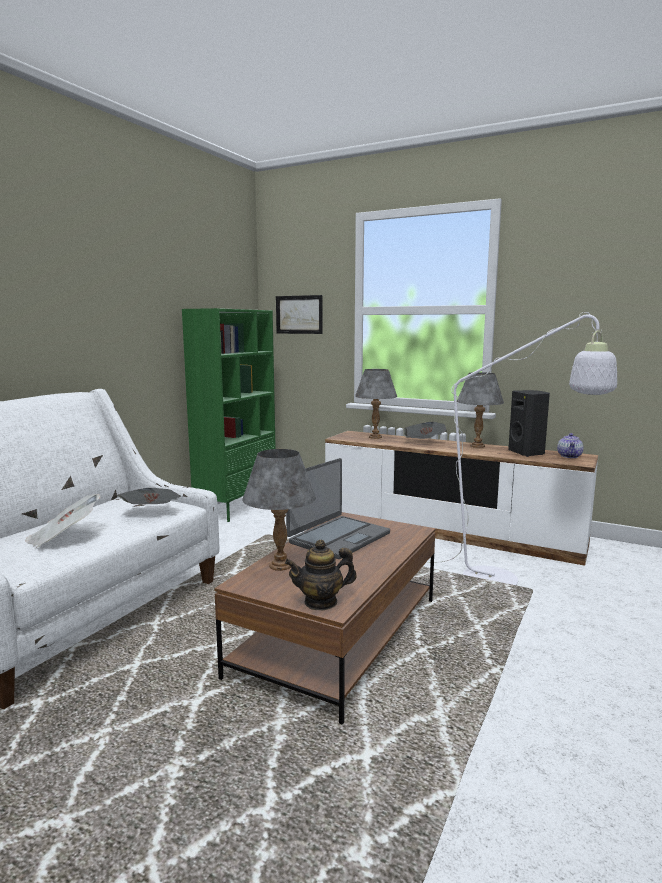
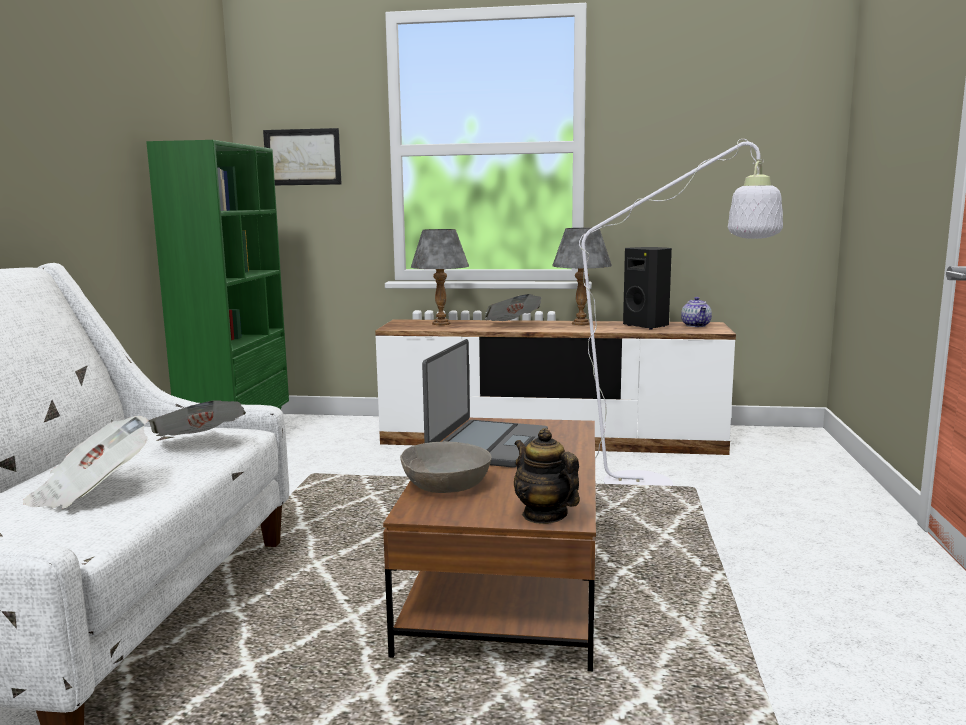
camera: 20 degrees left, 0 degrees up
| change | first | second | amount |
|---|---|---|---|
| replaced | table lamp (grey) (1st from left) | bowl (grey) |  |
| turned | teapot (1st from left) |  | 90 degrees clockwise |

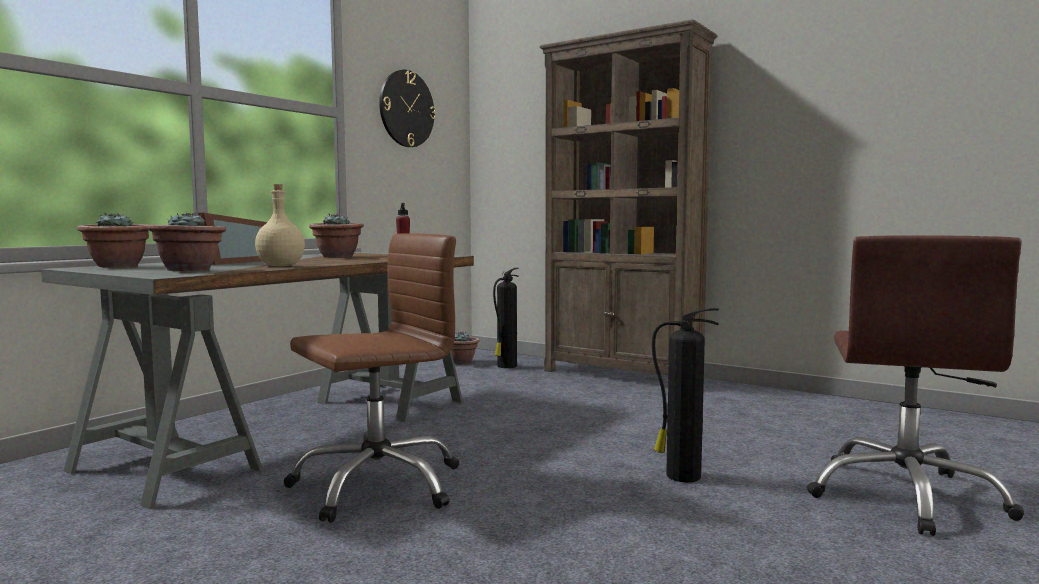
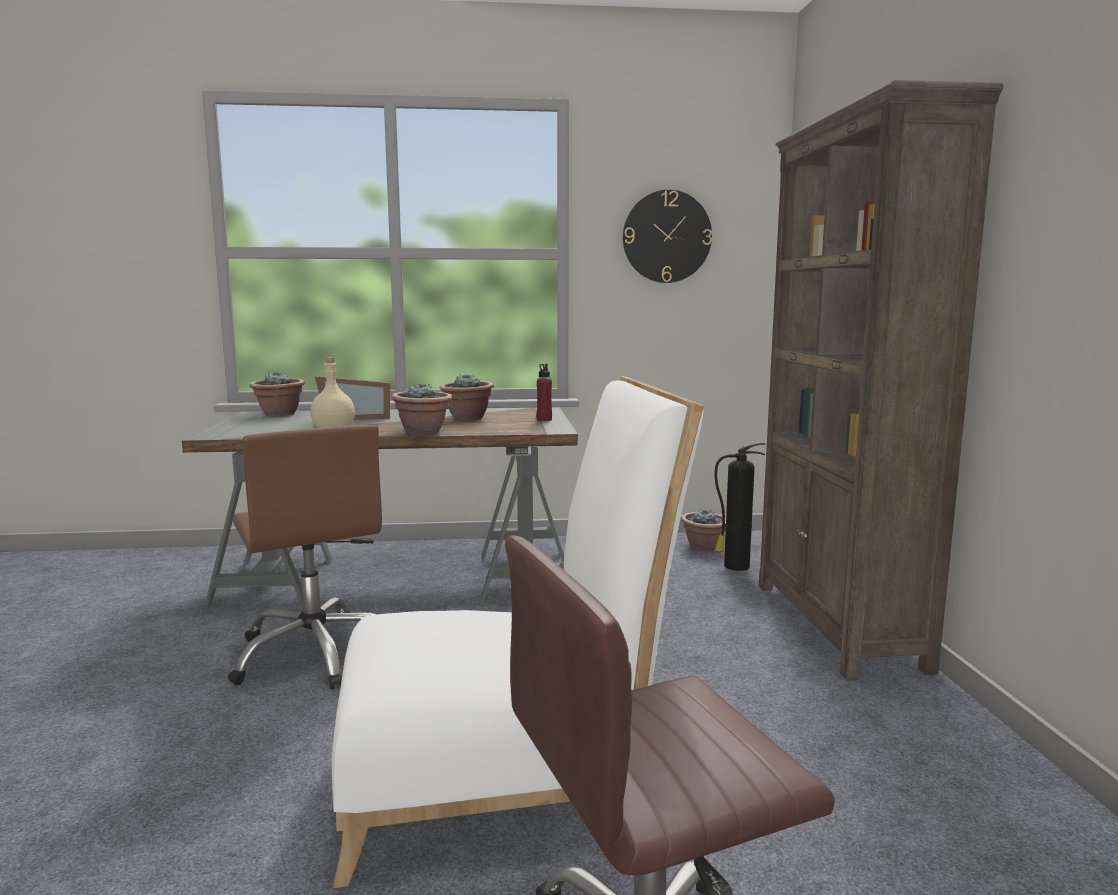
camera: 50 degrees right, 5 degrees up
| change | first | second | amount |
|---|---|---|---|
| moved | potted plant (2nd from left) |  |  |
| turned | office chair (brown) (1st from left) |  | 45 degrees clockwise |
| replaced | fire extinguisher (2nd from left) | chair (white) |  |

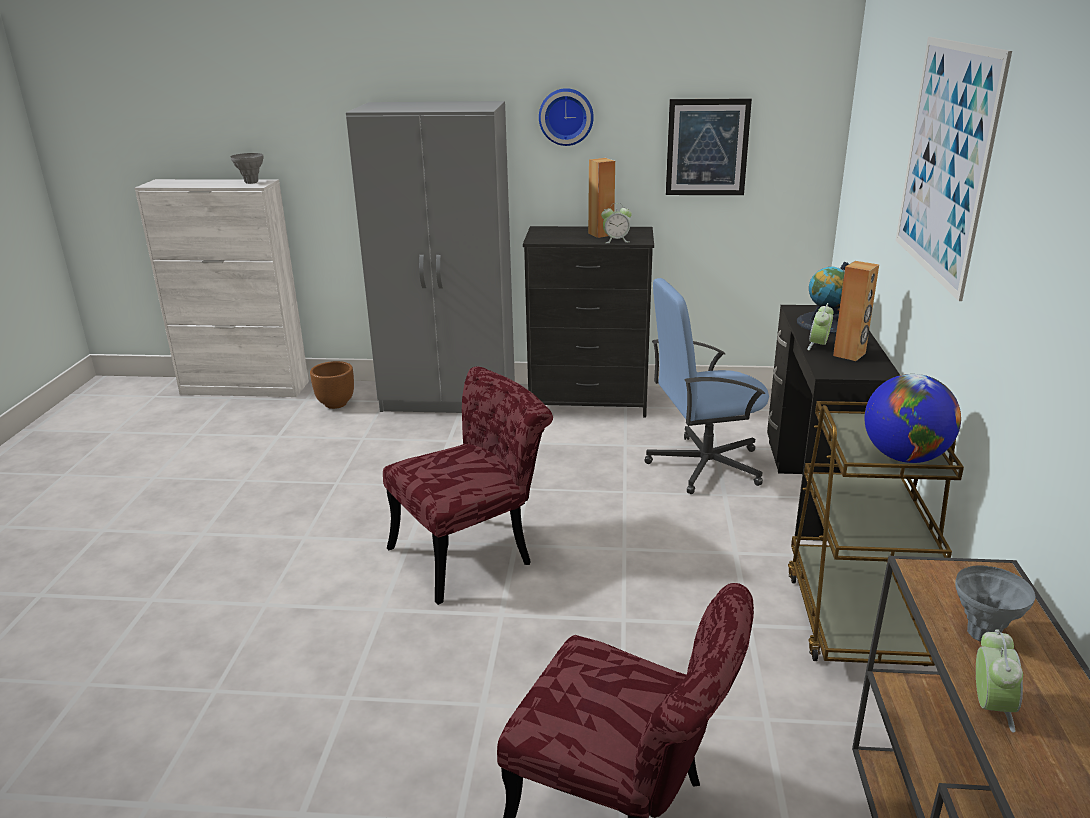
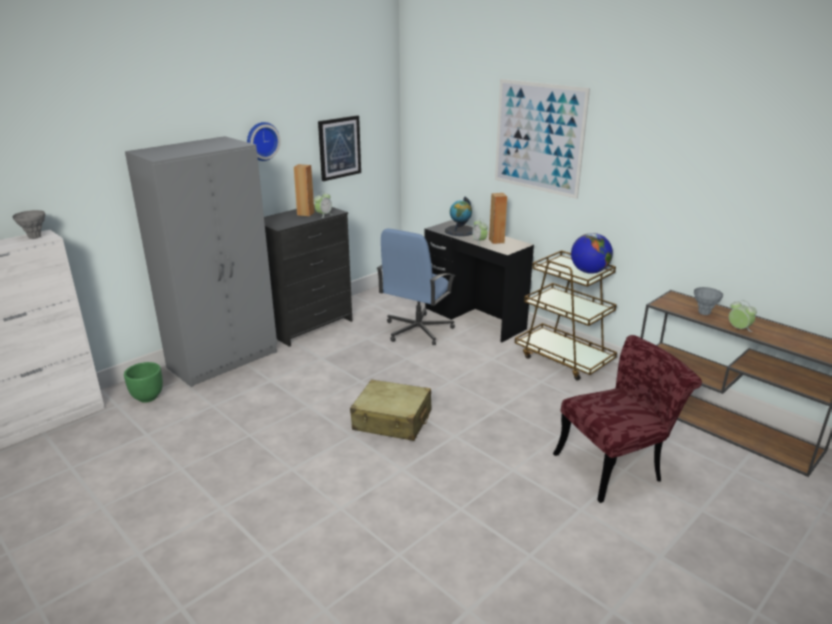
camera: 50 degrees left, 0 degrees up
| change | first | second | amount |
|---|---|---|---|
| recoloured | planter (brown) | planter (green) |  |
| replaced | chair (red) (1st from left) | suitcase (beige) |  |

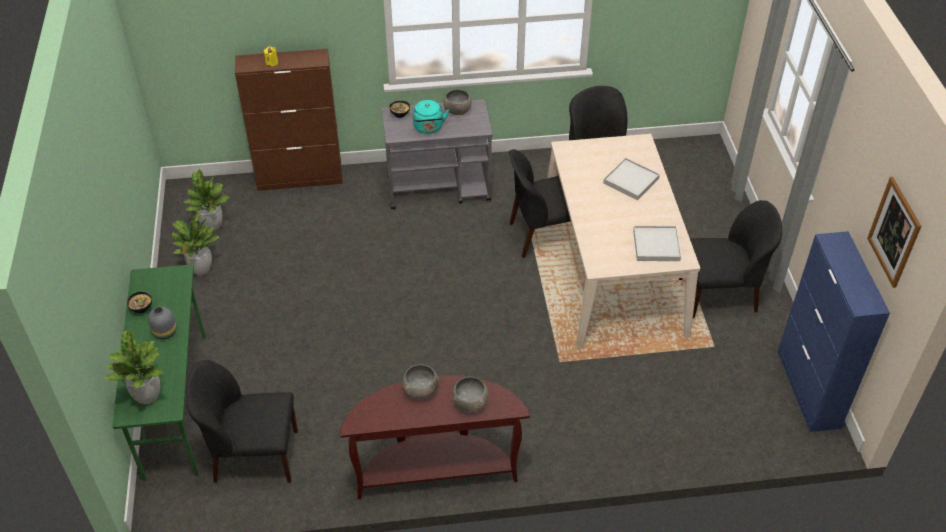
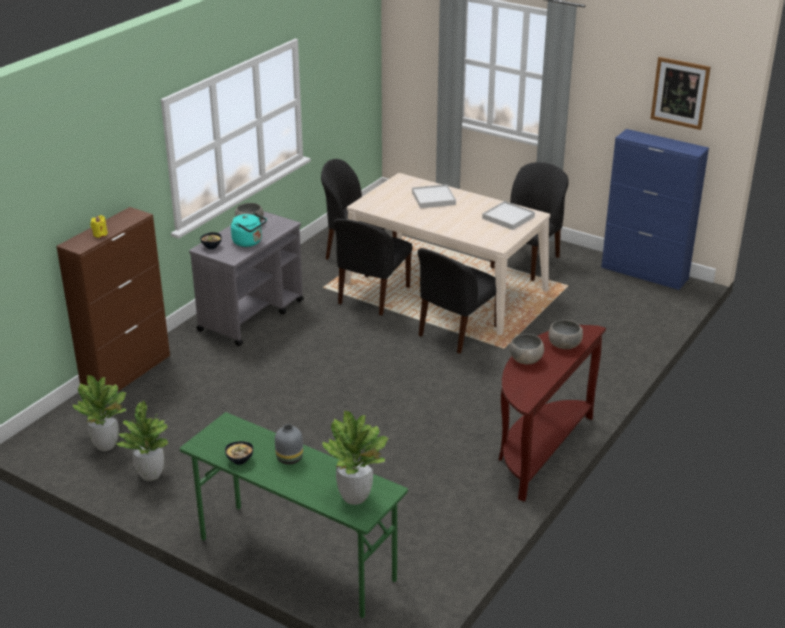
camera: 50 degrees left, 15 degrees down
| change | first | second | amount |
|---|---|---|---|
| moved | chair (black) (1st from left in the first image) | chair (black) (3rd from left) |  |

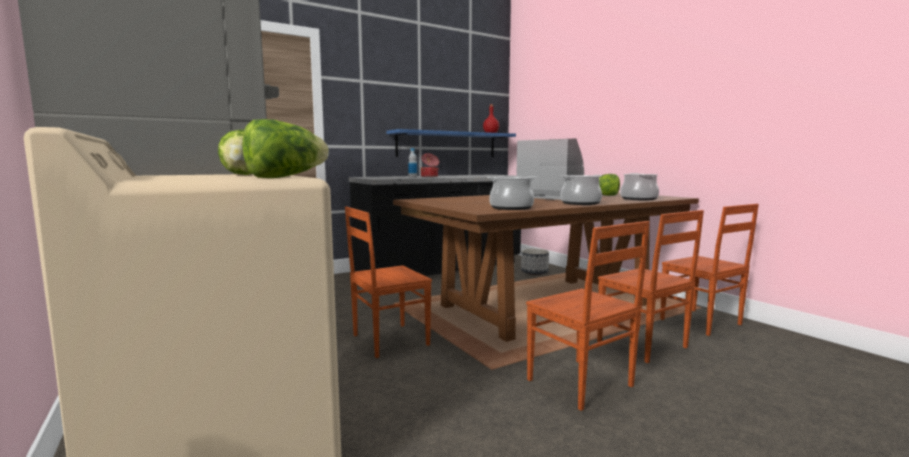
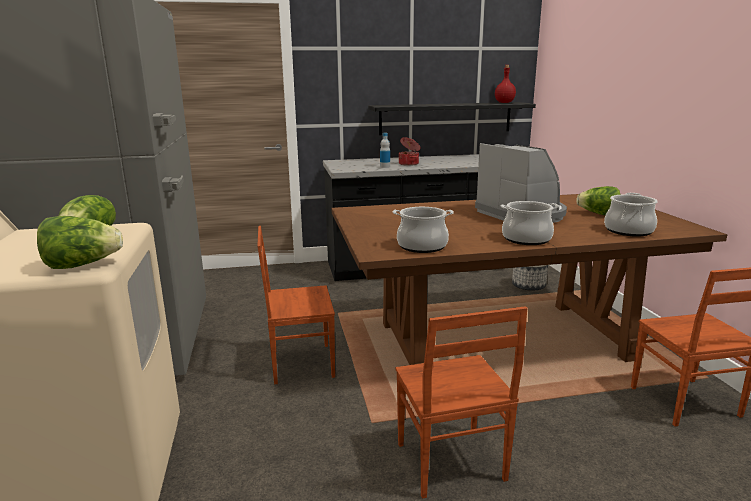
camera: 20 degrees right, 10 degrees up
| change | first | second | amount |
|---|---|---|---|
| recoloured | shelf (blue) | shelf (black) |  |
| removed | chair (brown) (3rd from left) |  |  |

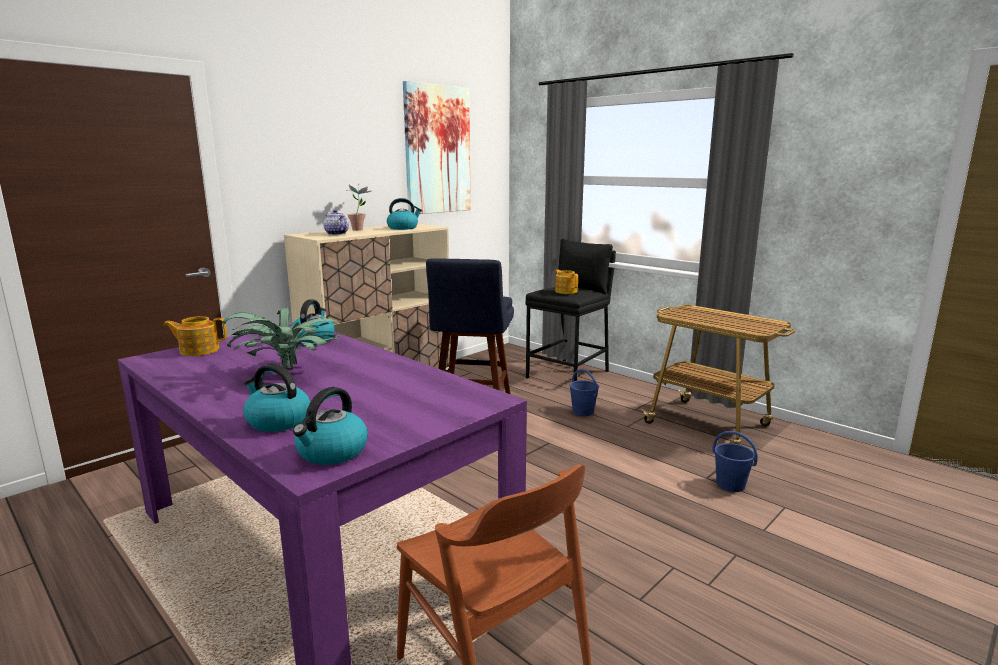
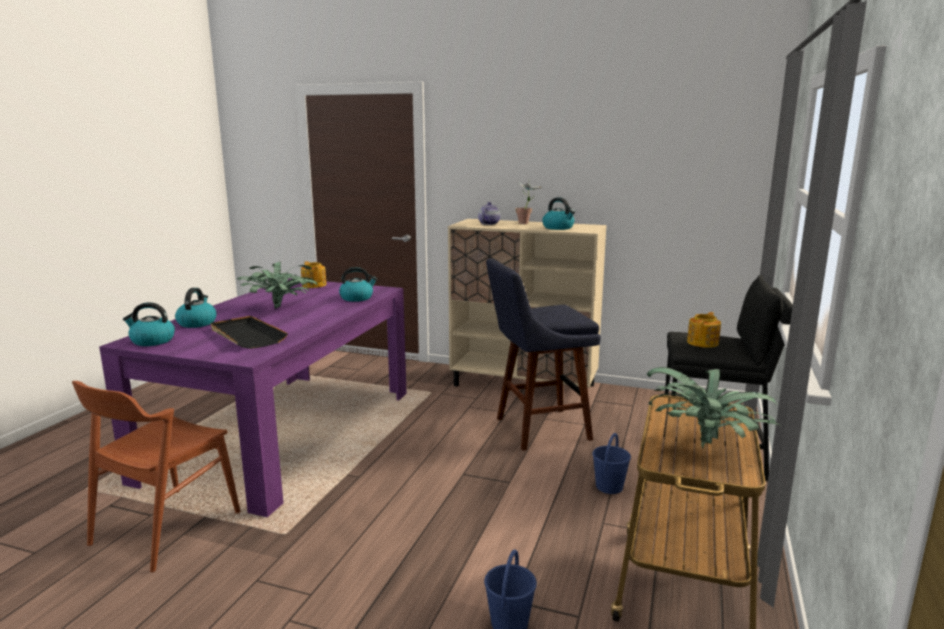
camera: 65 degrees right, 0 degrees up
| change | first | second | amount |
|---|---|---|---|
| removed | picture |  |  |
| added |  | tray (black) |  |
| added |  | potted plant (3rd from left) |  |

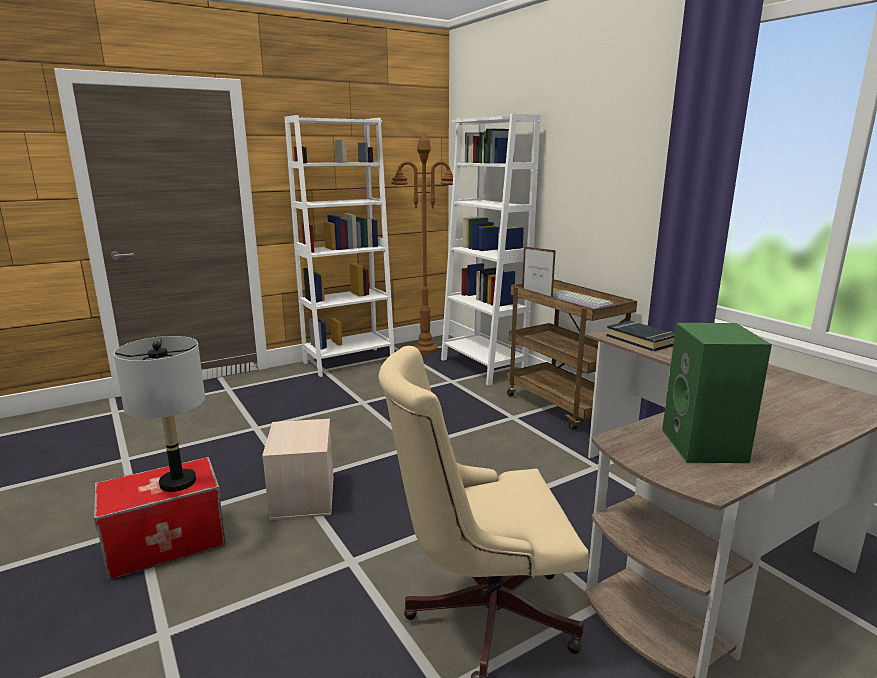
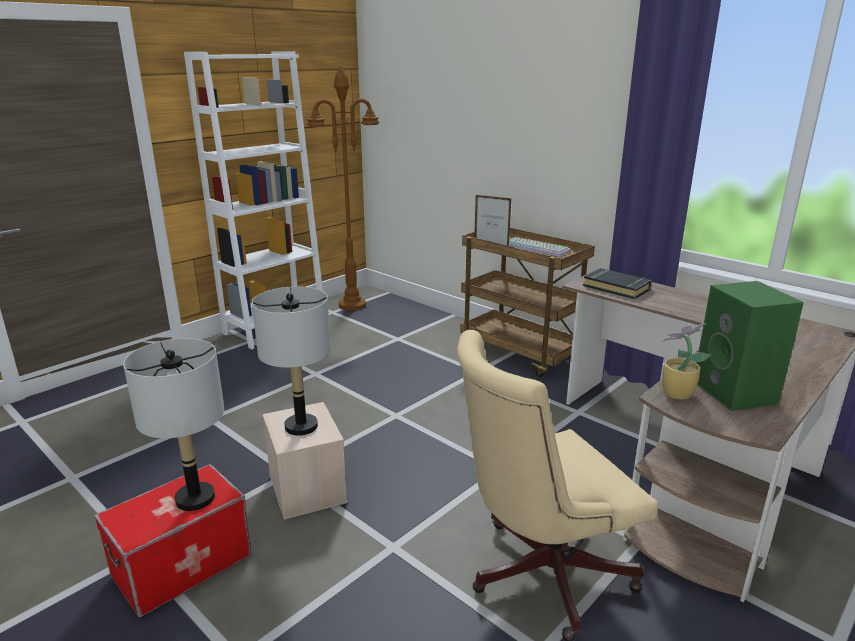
camera: 15 degrees left, 5 degrees up
| change | first | second | amount |
|---|---|---|---|
| removed | bookcase (white) (2nd from left) |  |  |
| added |  | table lamp (grey) (2nd from left) |  |
| added |  | potted plant |  |

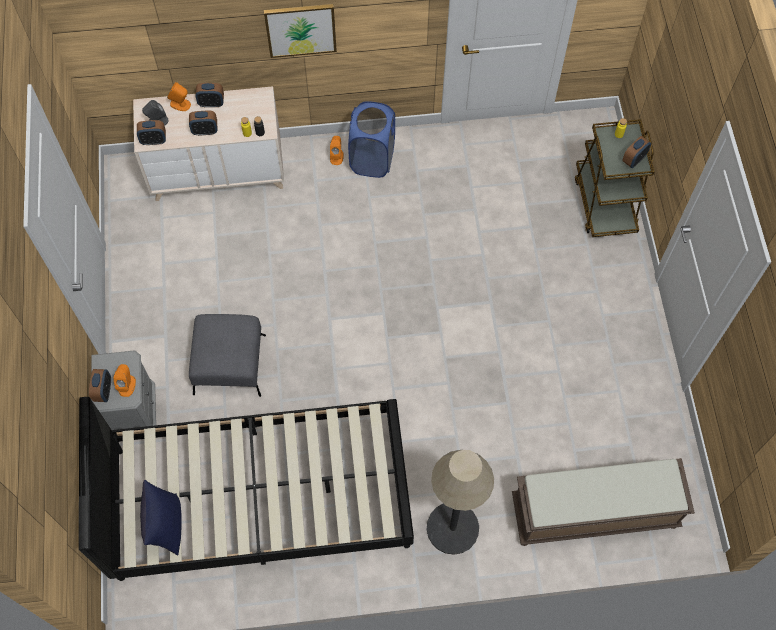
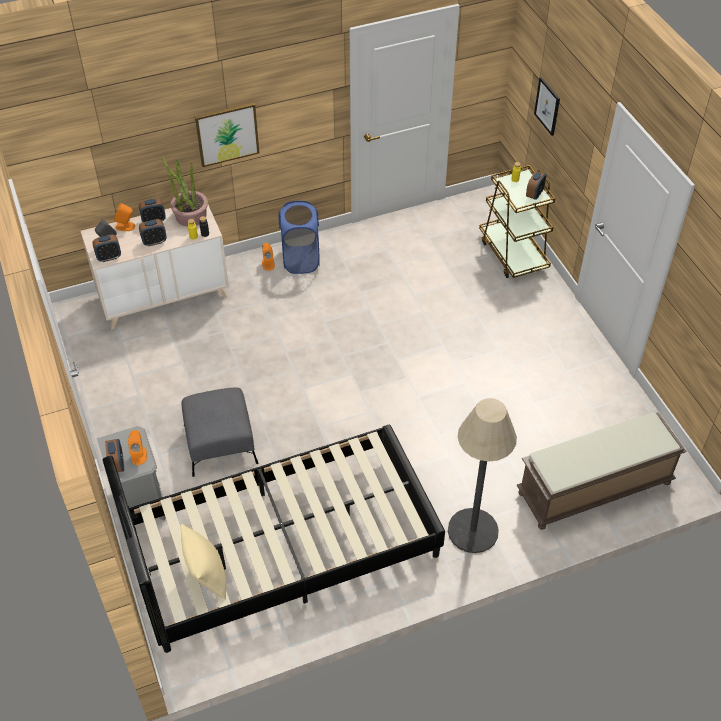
camera: 15 degrees left, 15 degrees down
| change | first | second | amount |
|---|---|---|---|
| recoloured | pillow (blue) | pillow (beige) |  |
| added |  | picture (2nd from left) |  |
| added |  | potted plant |  |

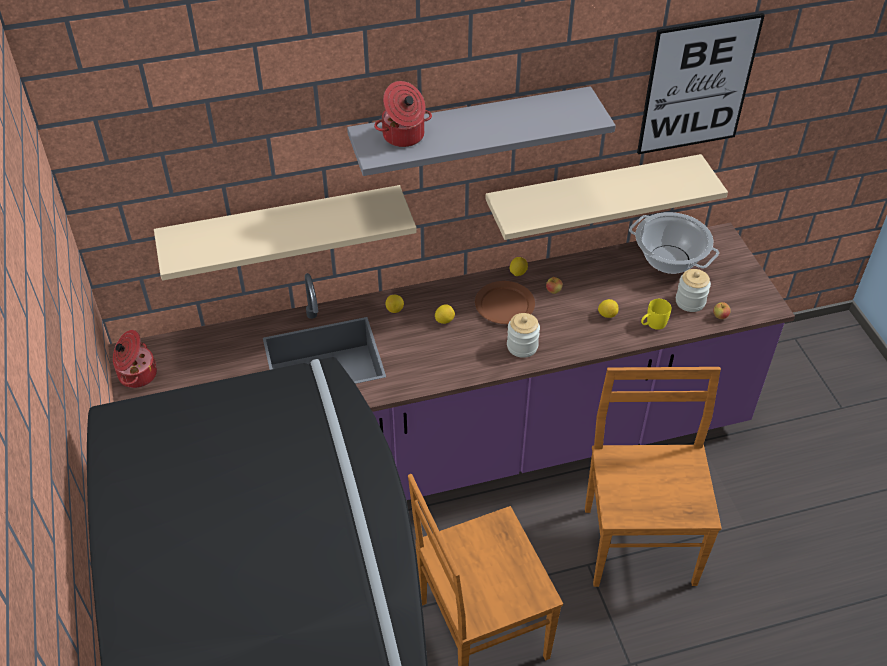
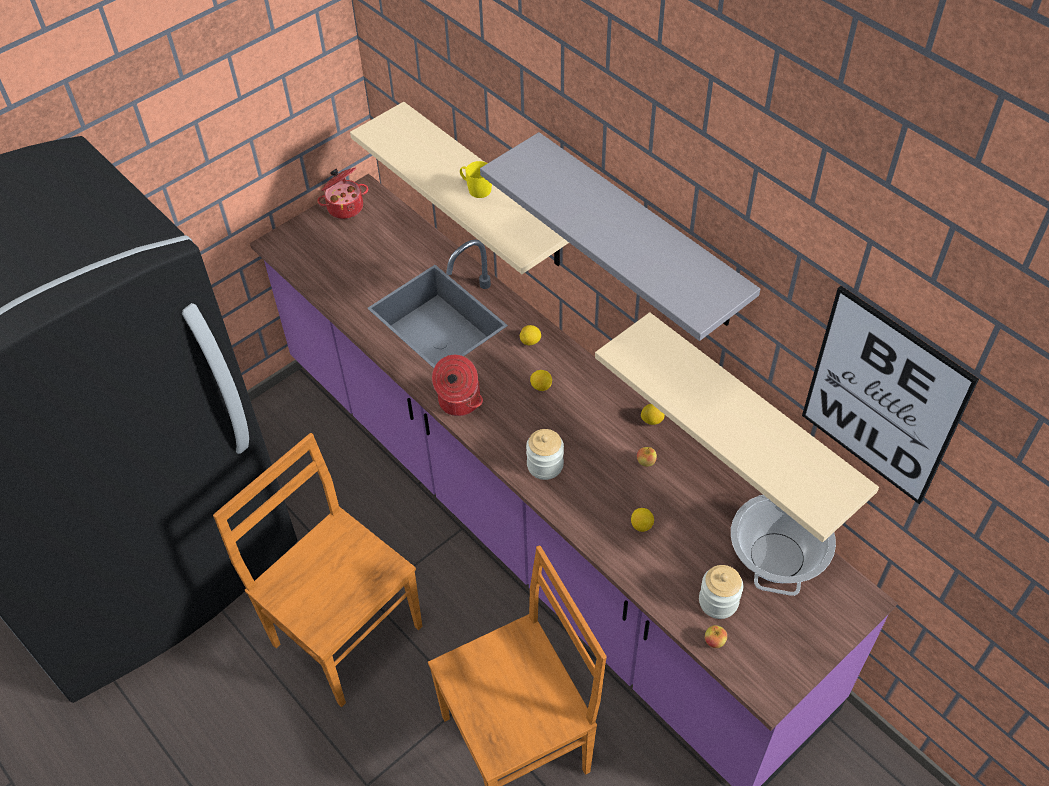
camera: 65 degrees right, 5 degrees up
| change | first | second | amount |
|---|---|---|---|
| moved | cooking pot (2nd from left) |  |  |
| removed | plate (brown) |  |  |
| moved | mug (yellow) |  |  |

